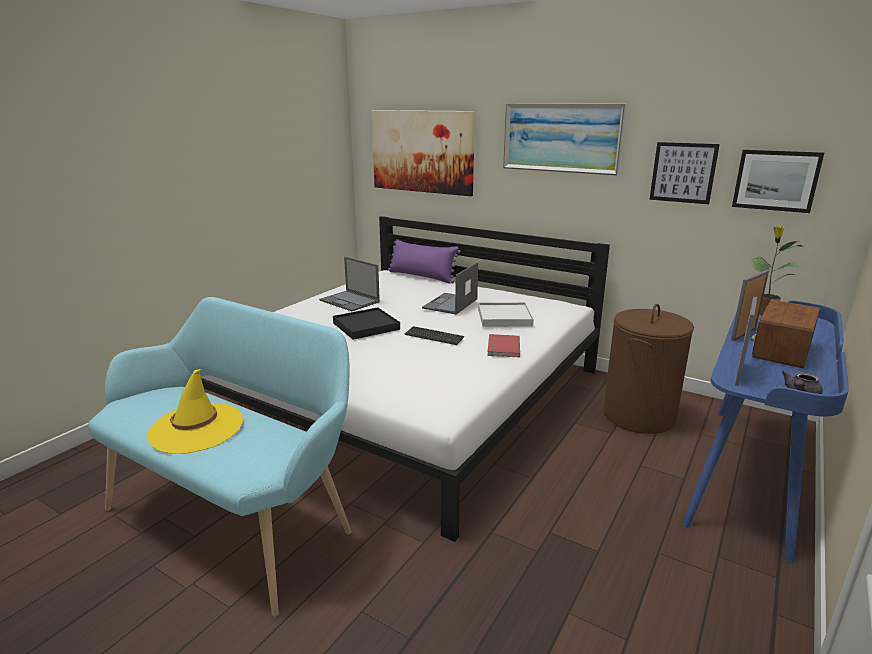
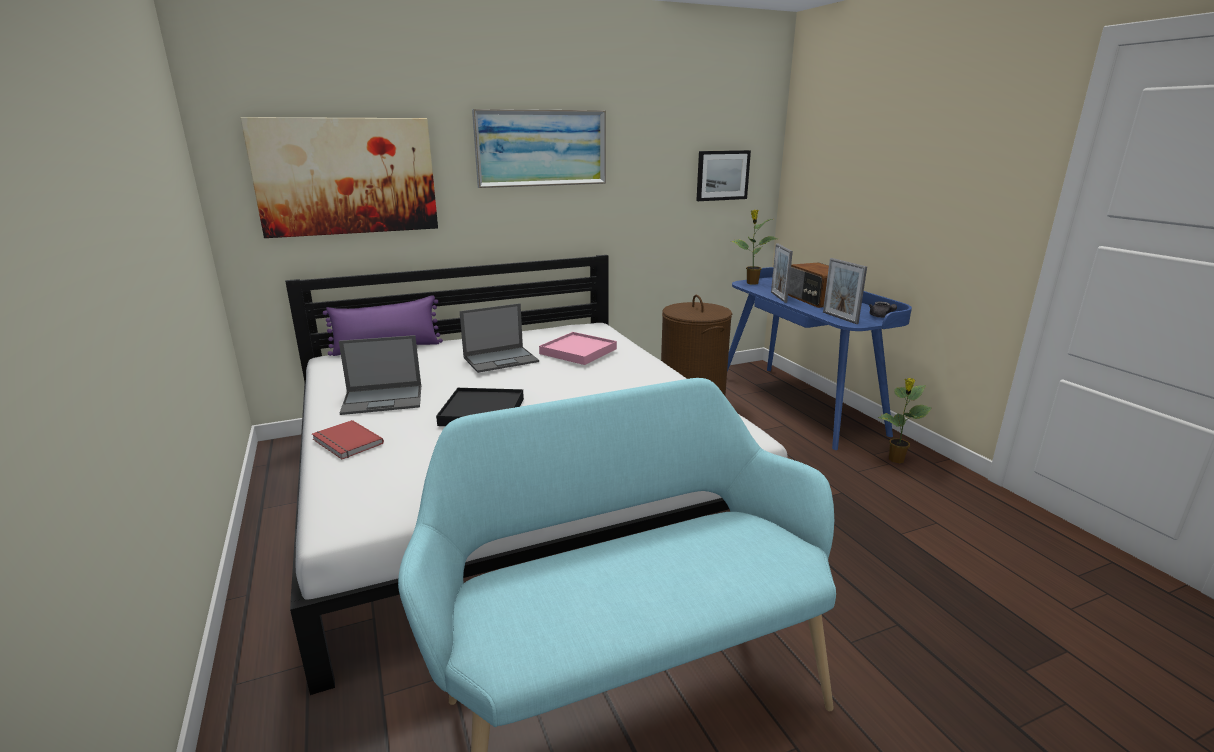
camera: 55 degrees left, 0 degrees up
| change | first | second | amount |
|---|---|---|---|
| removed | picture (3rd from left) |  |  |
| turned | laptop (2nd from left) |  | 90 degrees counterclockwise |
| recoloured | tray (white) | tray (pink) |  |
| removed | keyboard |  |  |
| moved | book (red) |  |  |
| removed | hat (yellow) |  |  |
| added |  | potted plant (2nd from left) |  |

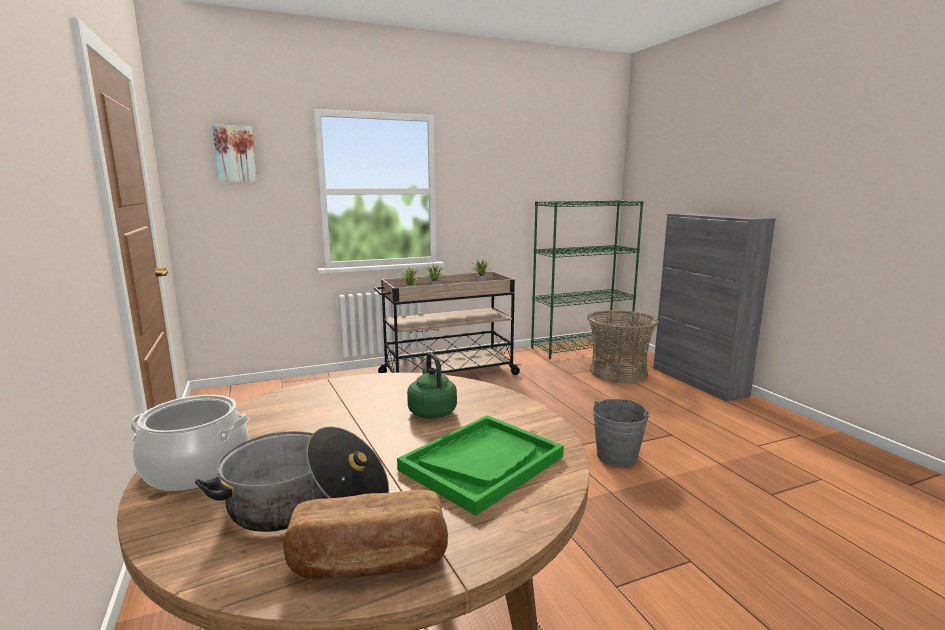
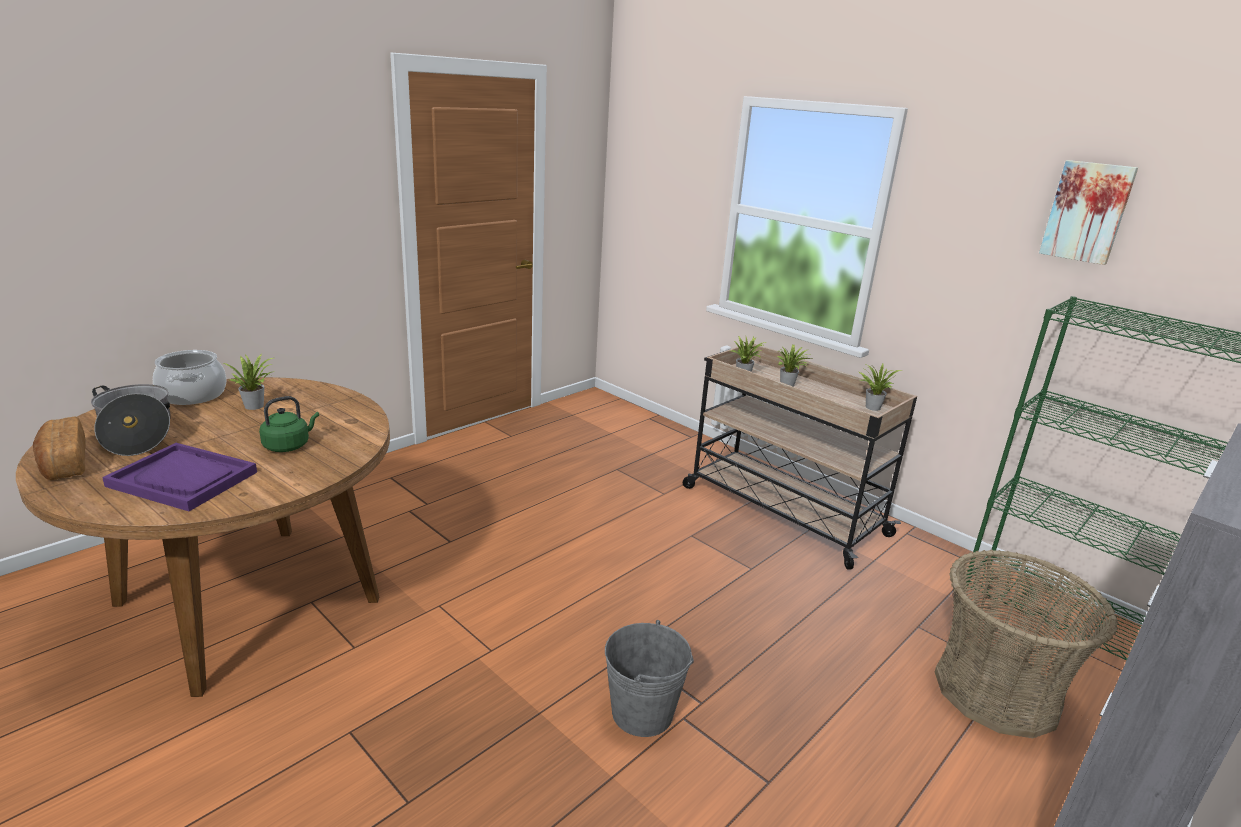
camera: 65 degrees right, 10 degrees up
| change | first | second | amount |
|---|---|---|---|
| moved | picture |  |  |
| recoloured | tray (green) | tray (purple) |  |
| added |  | potted plant (1st from left) |  |

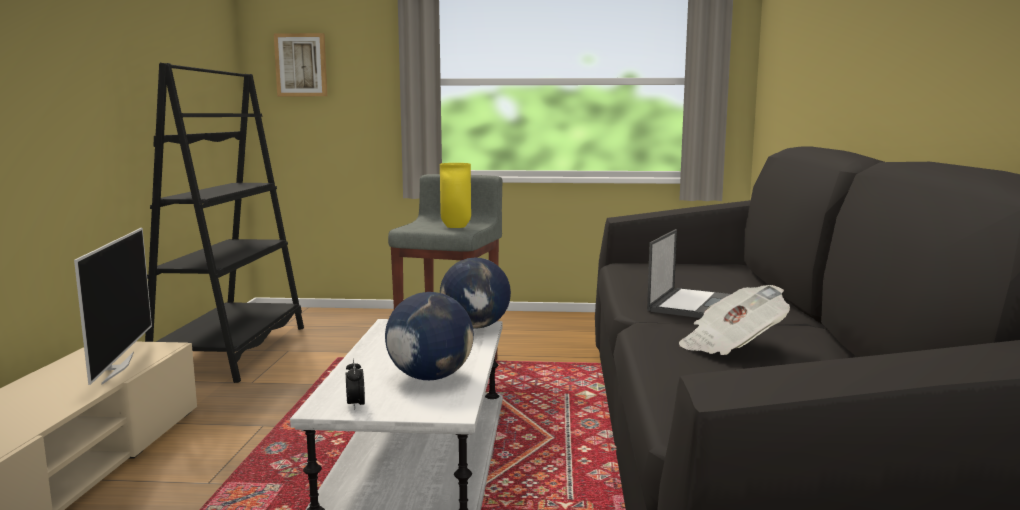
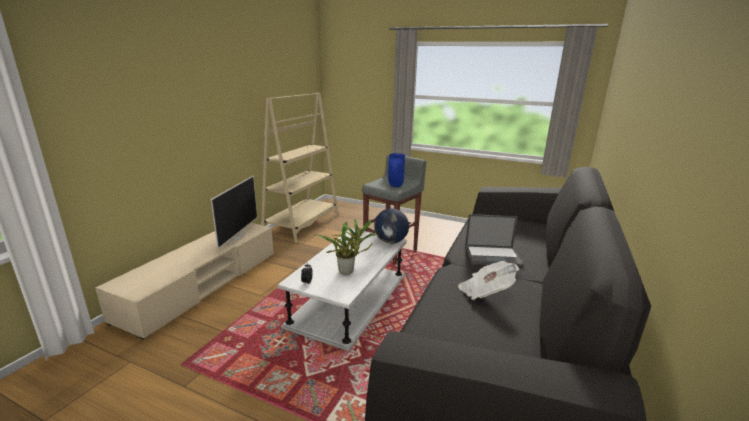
camera: 20 degrees right, 10 degrees up
| change | first | second | amount |
|---|---|---|---|
| removed | picture |  |  |
| recoloured | bookcase (black) | bookcase (beige) |  |
| recoloured | vase (yellow) | vase (blue) |  |
| turned | laptop |  | 45 degrees clockwise |
| replaced | globe (1st from left) | potted plant |  |

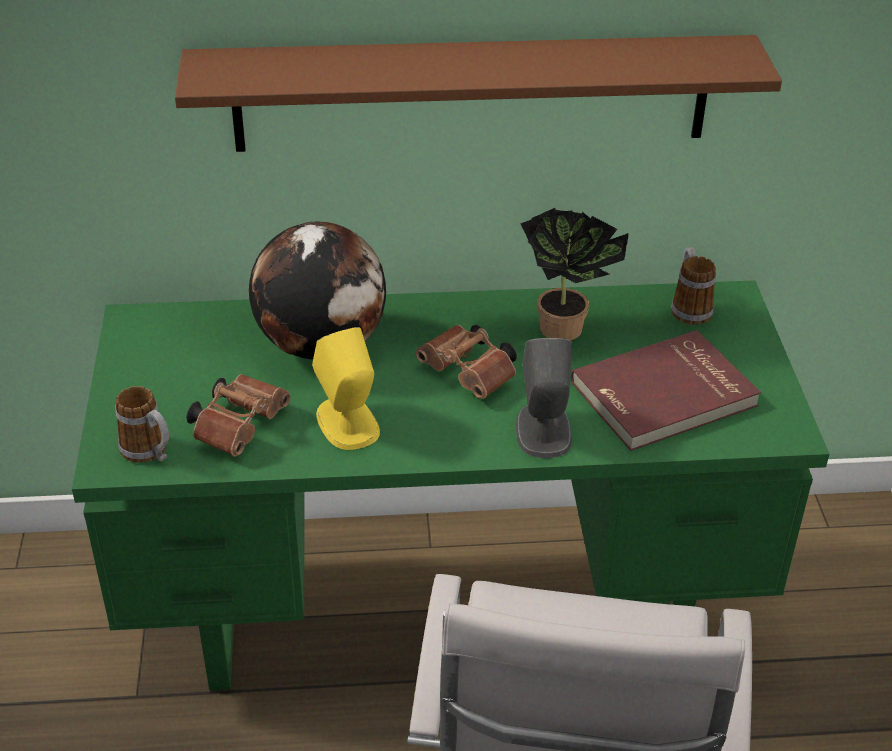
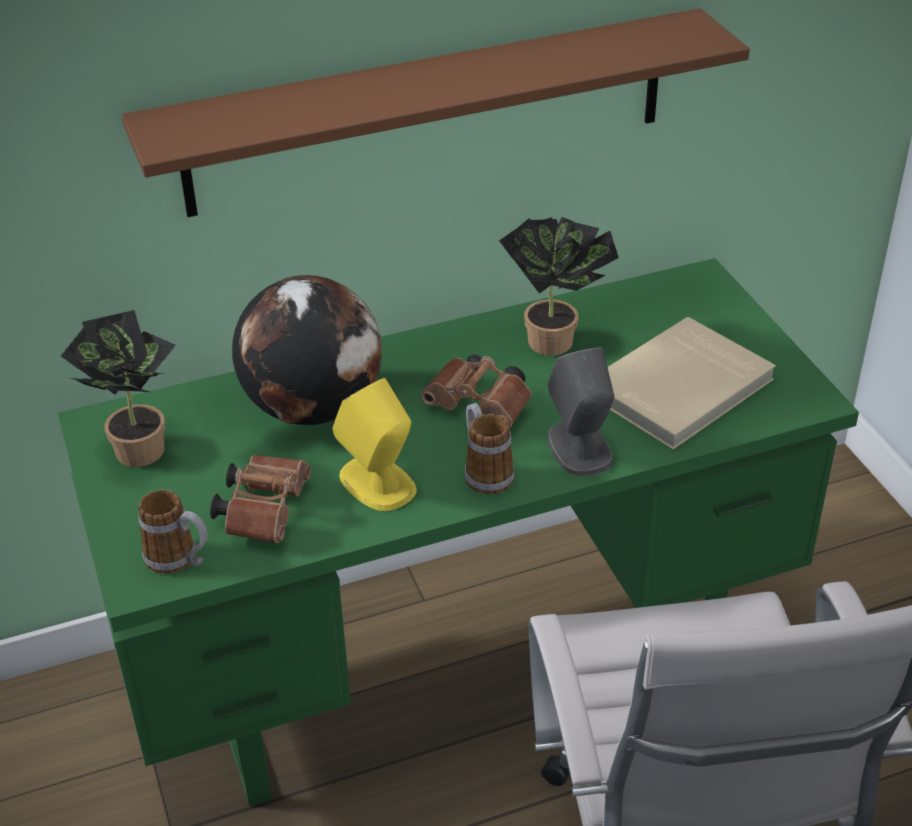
camera: 15 degrees left, 0 degrees up
| change | first | second | amount |
|---|---|---|---|
| moved | mug (2nd from left) |  |  |
| recoloured | book (red) | book (beige) |  |
| added |  | potted plant (1st from left) |  |

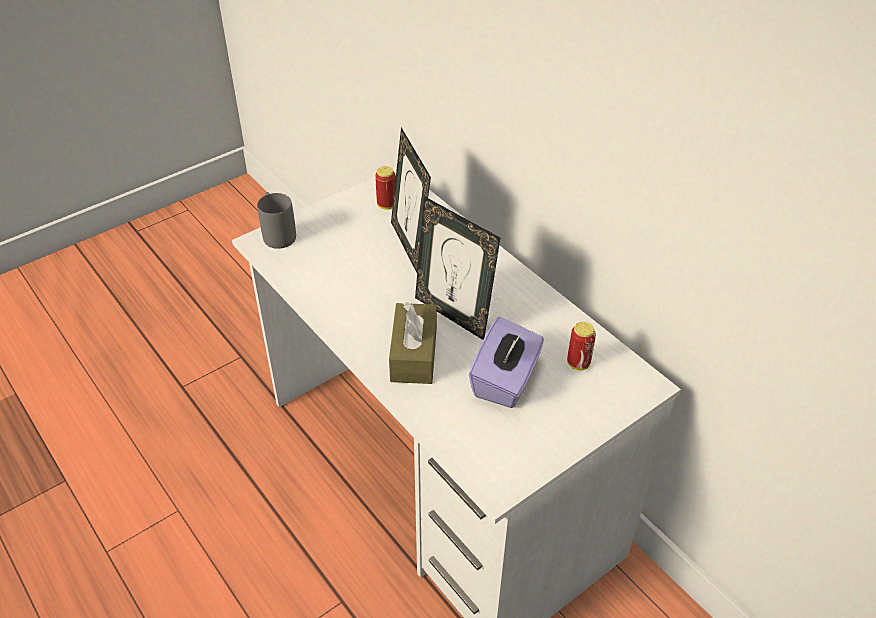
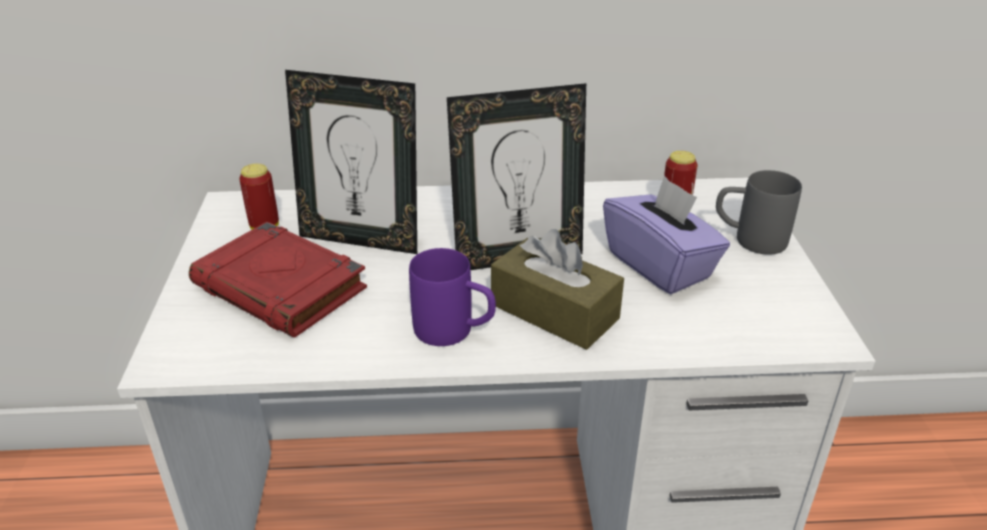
camera: 55 degrees left, 10 degrees down
| change | first | second | amount |
|---|---|---|---|
| moved | mug (grey) |  |  |
| added |  | book (red) |  |
| added |  | mug (purple) |  |

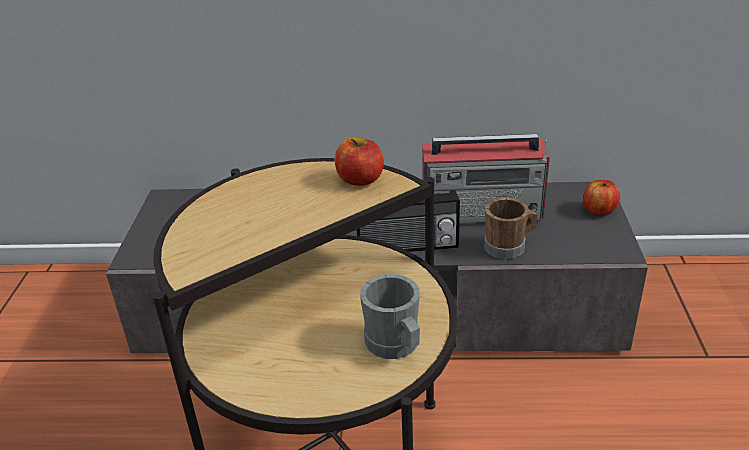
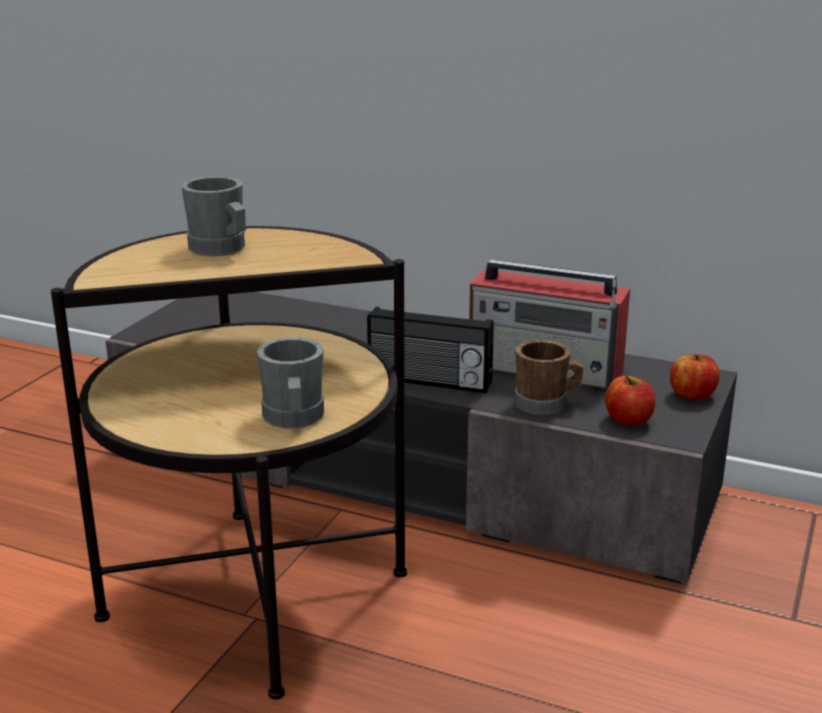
camera: 20 degrees right, 10 degrees down
| change | first | second | amount |
|---|---|---|---|
| moved | apple (1st from left) |  |  |
| added |  | mug (grey) (1st from left) |  |

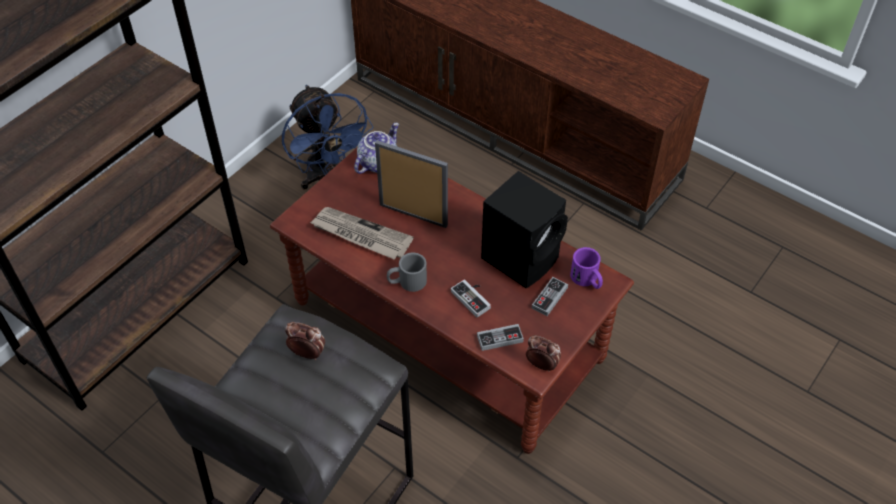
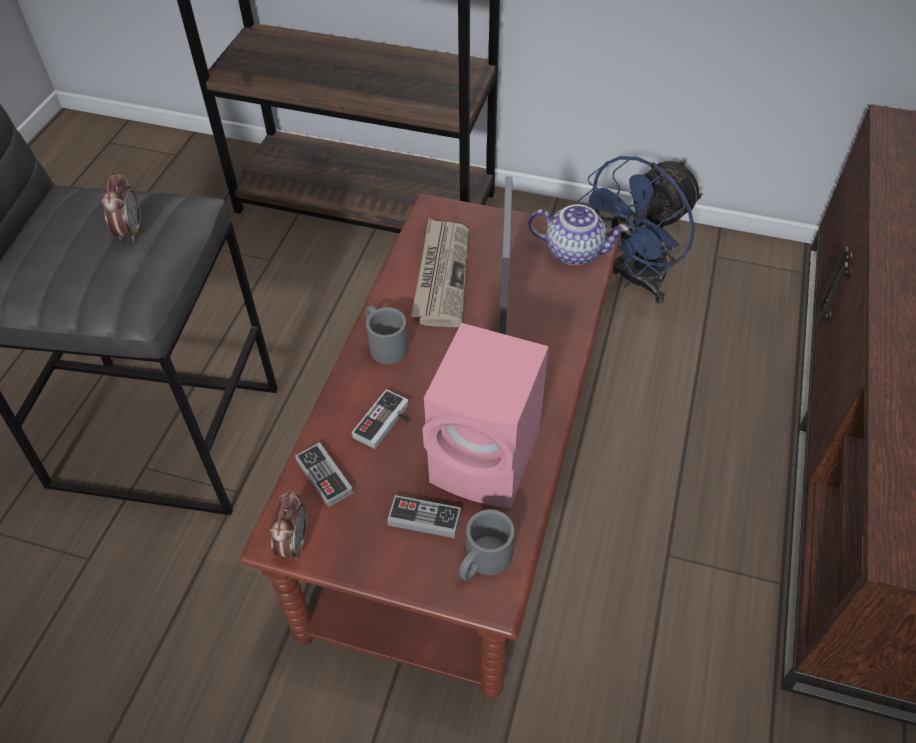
camera: 70 degrees right, 0 degrees up
| change | first | second | amount |
|---|---|---|---|
| recoloured | speaker (black) | speaker (pink) |  |
| recoloured | mug (purple) | mug (grey) (2nd from left) |  |

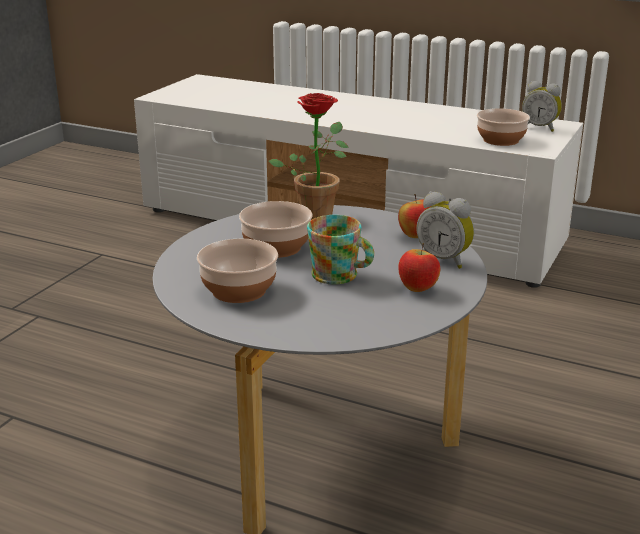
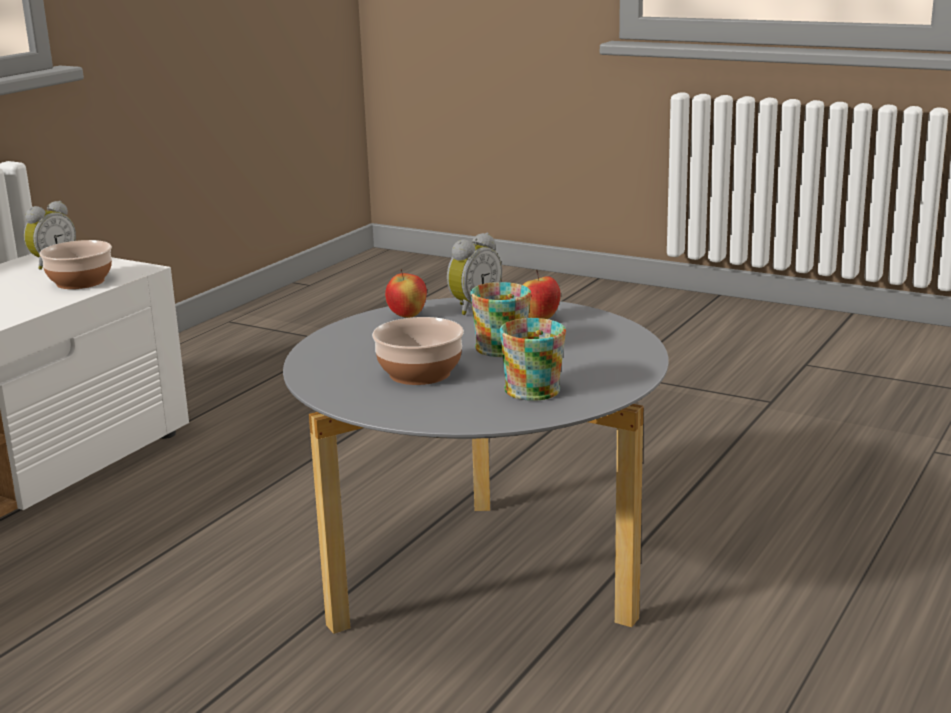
camera: 85 degrees left, 5 degrees down
| change | first | second | amount |
|---|---|---|---|
| removed | potted plant |  |  |
| replaced | bowl (1st from left) | mug (2nd from left) |  |

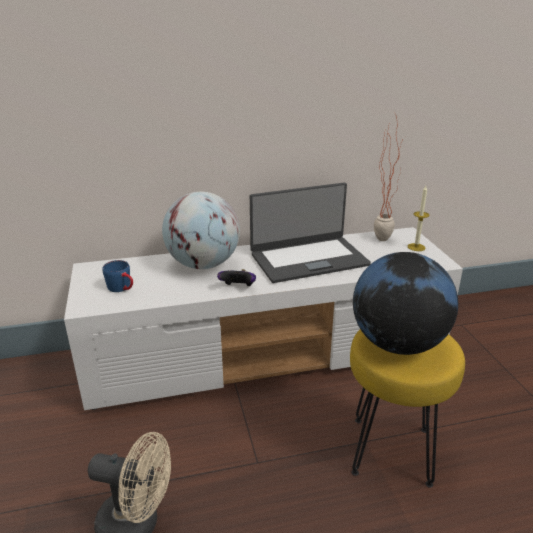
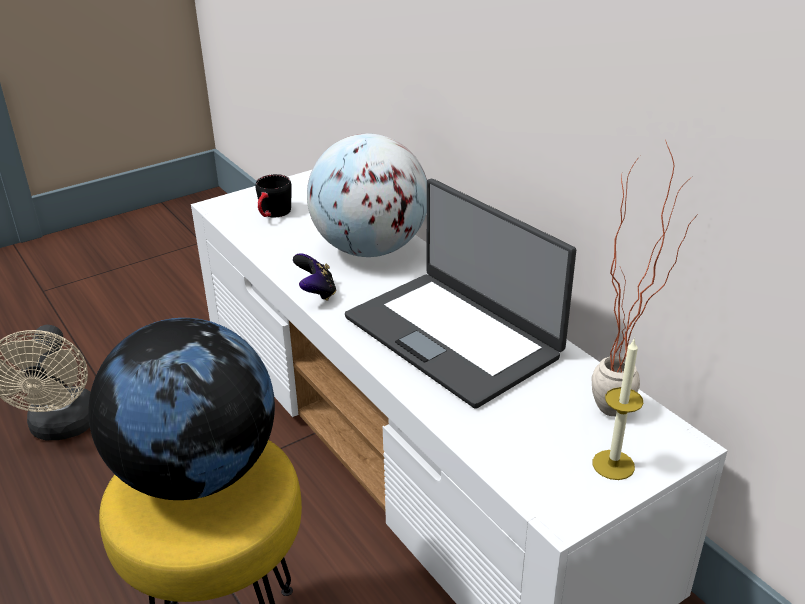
camera: 70 degrees right, 5 degrees up
| change | first | second | amount |
|---|---|---|---|
| recoloured | mug (blue) | mug (black) |  |

